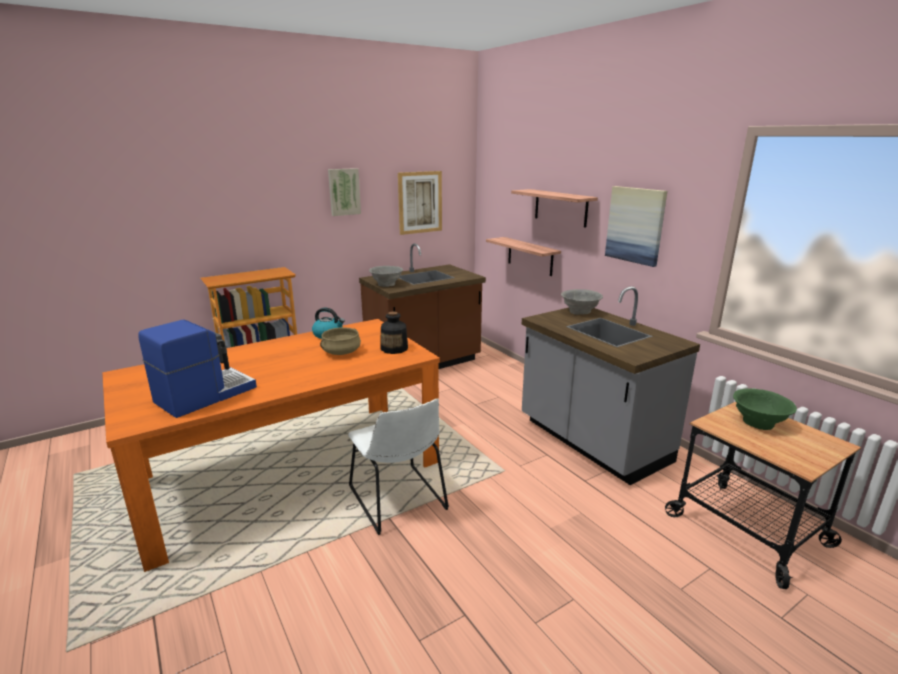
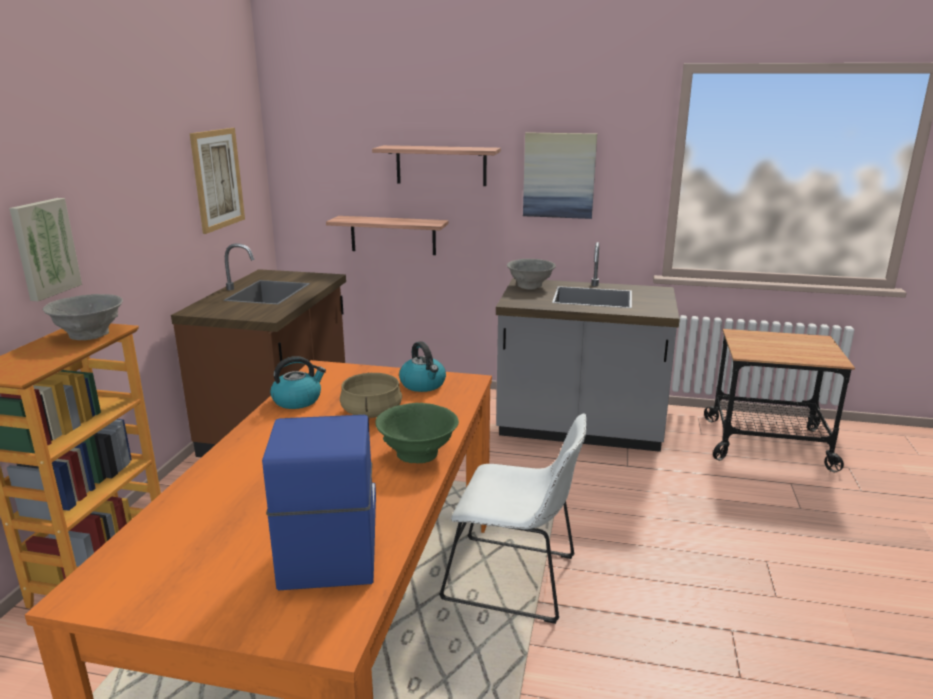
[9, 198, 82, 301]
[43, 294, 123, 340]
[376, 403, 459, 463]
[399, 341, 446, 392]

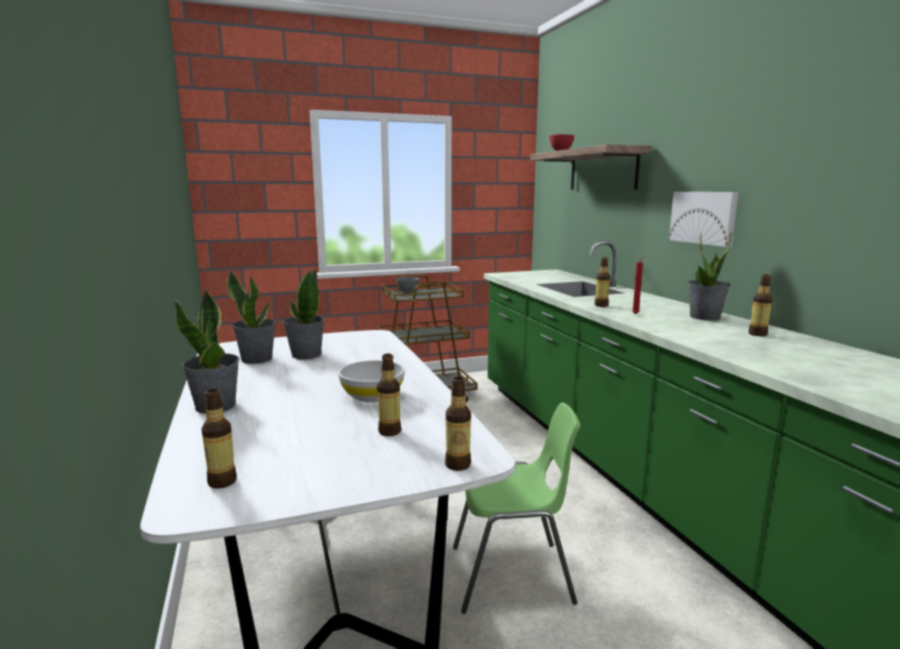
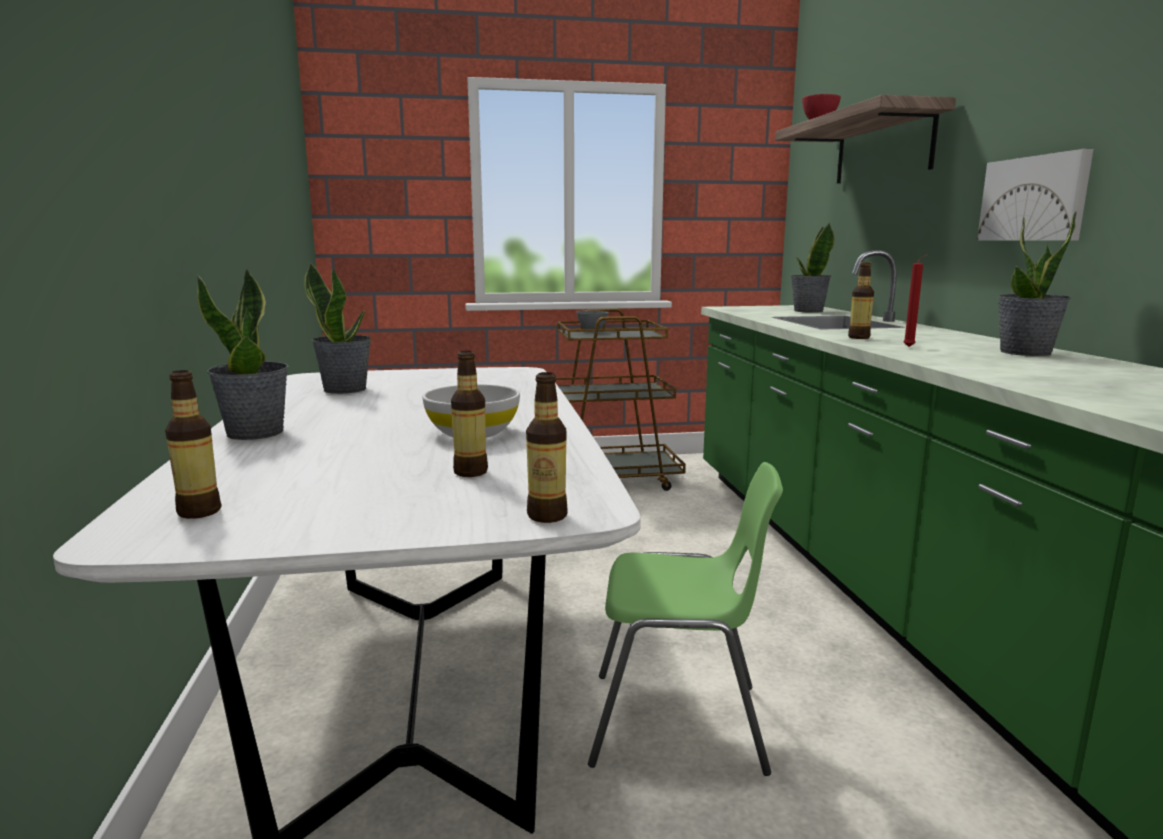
[749, 274, 772, 336] (first image)
[790, 222, 834, 313]

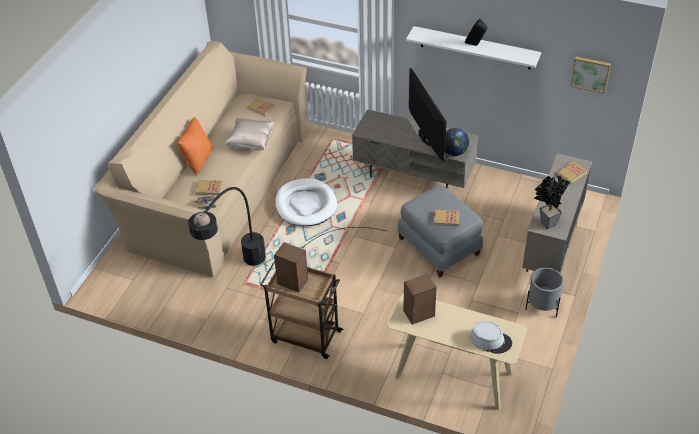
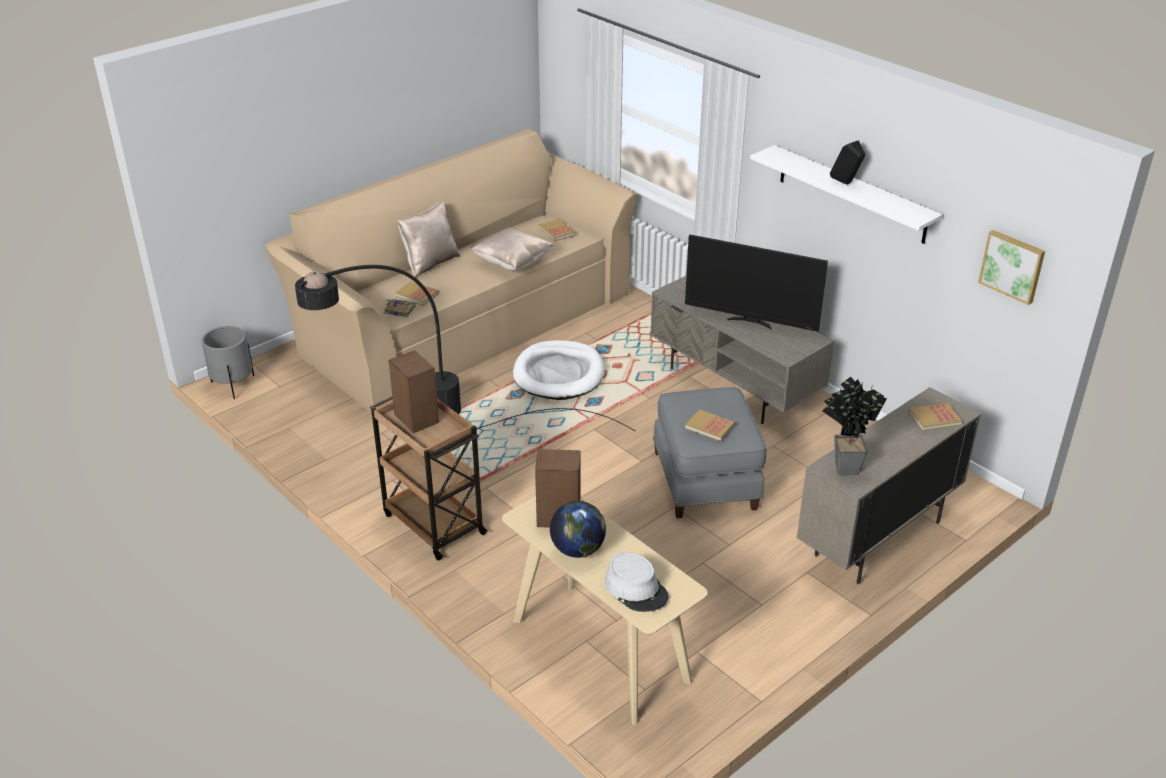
[550, 501, 606, 558]
[202, 326, 254, 399]
[397, 201, 460, 277]
[685, 235, 828, 332]

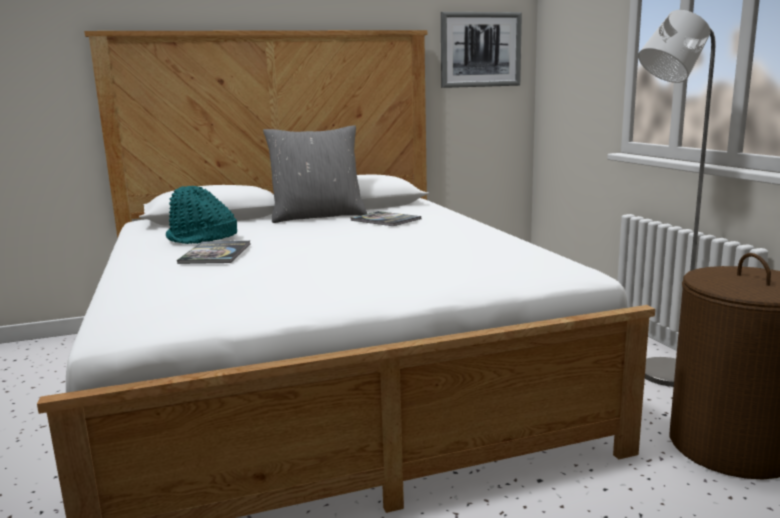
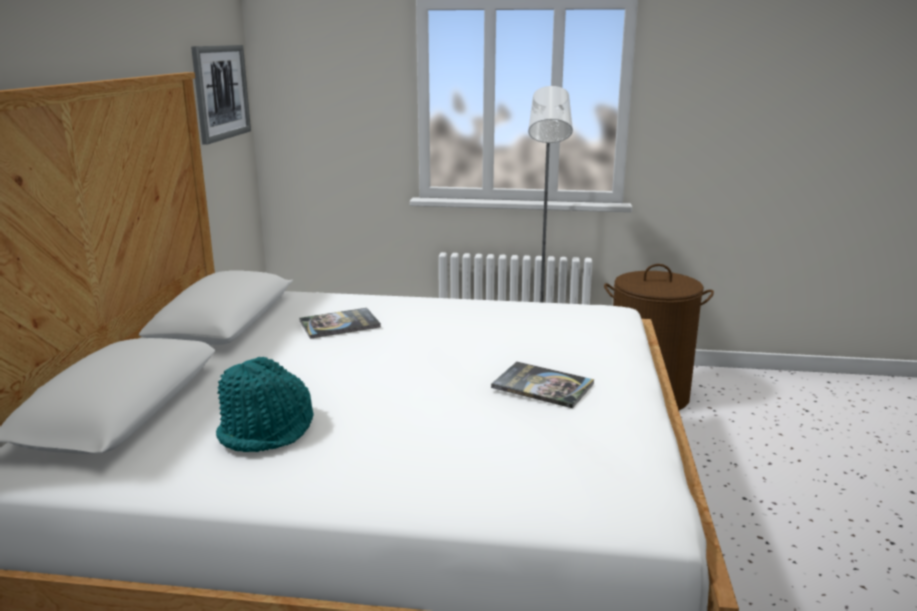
[263, 125, 367, 223] (first image)
[491, 362, 594, 408]

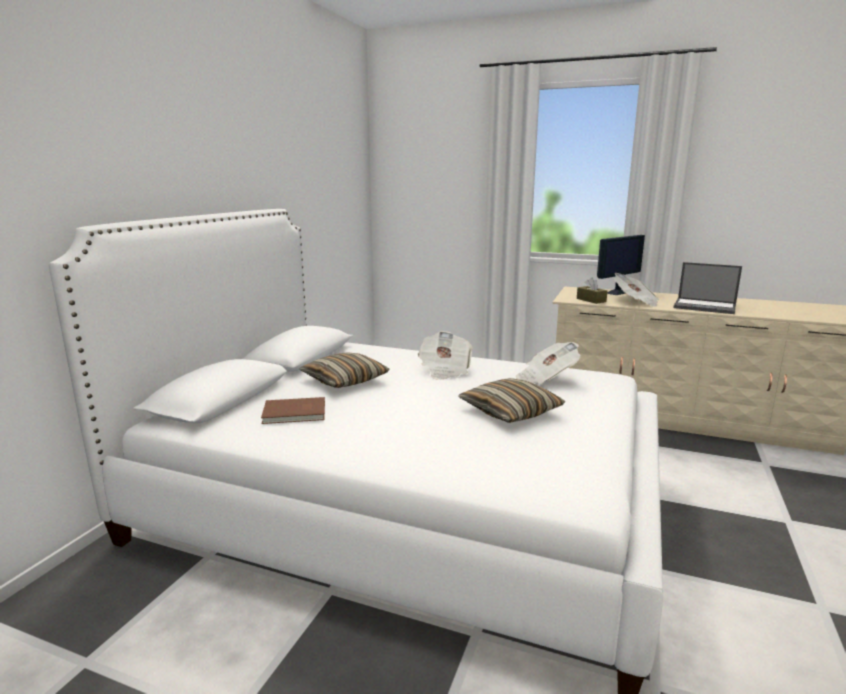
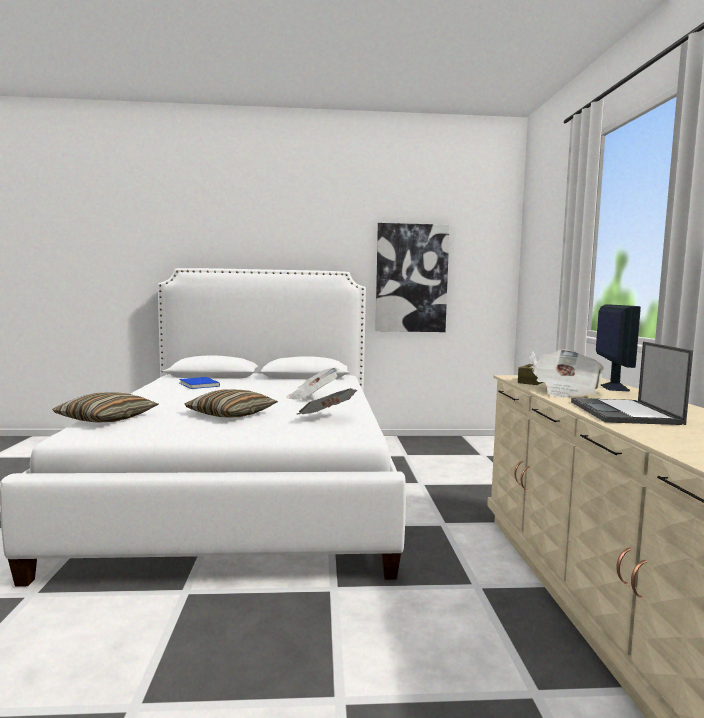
[375, 223, 450, 332]
[52, 393, 159, 423]
[179, 377, 220, 389]
[596, 304, 641, 391]

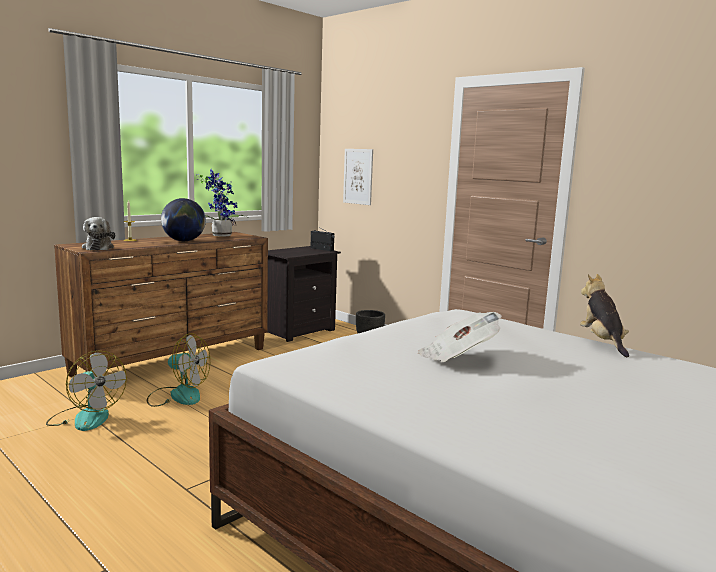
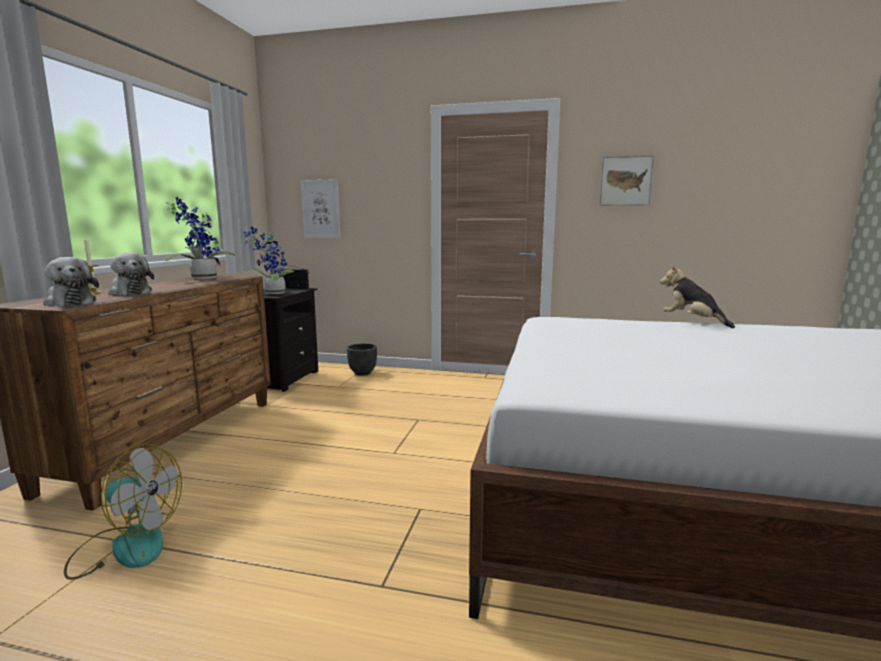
[147, 333, 210, 407] (first image)
[161, 198, 206, 241] (first image)
[418, 312, 502, 362] (first image)
[109, 253, 154, 296]
[243, 226, 294, 294]
[599, 155, 654, 206]

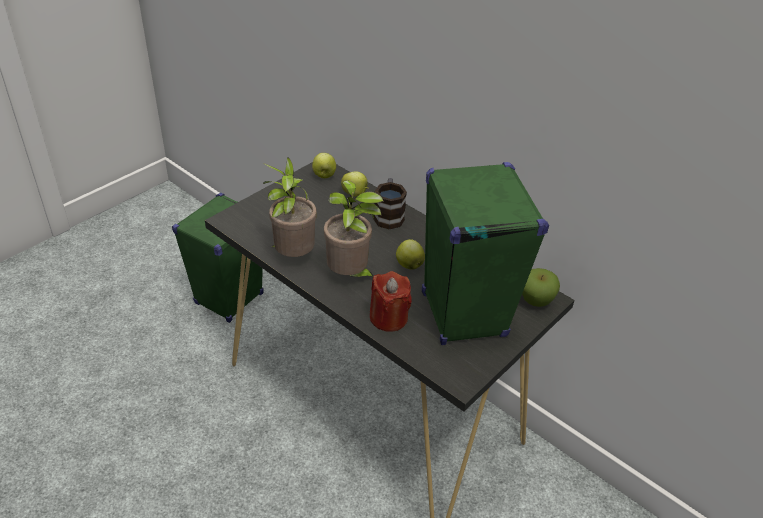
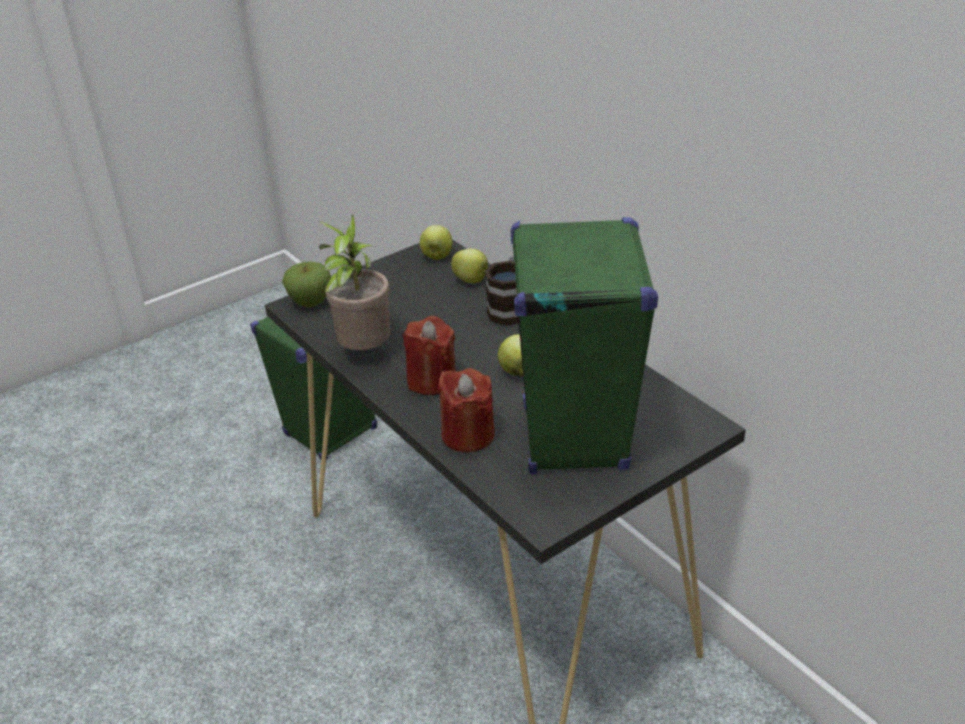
[282, 262, 331, 307]
[403, 316, 456, 395]

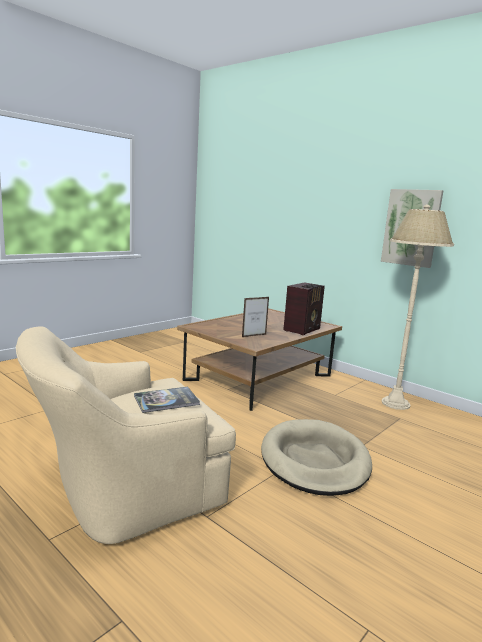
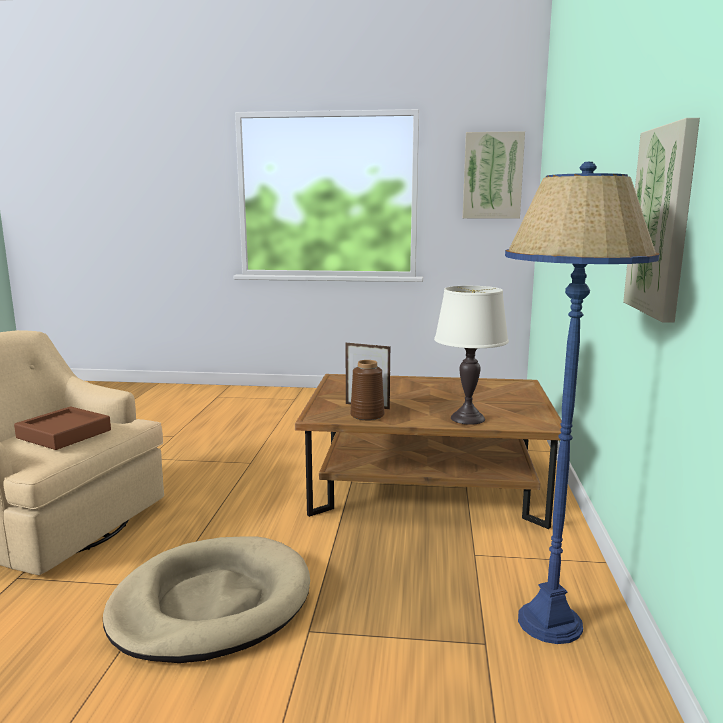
[350, 360, 384, 421]
[463, 131, 525, 219]
[14, 406, 111, 450]
[434, 286, 509, 425]
[505, 161, 660, 644]

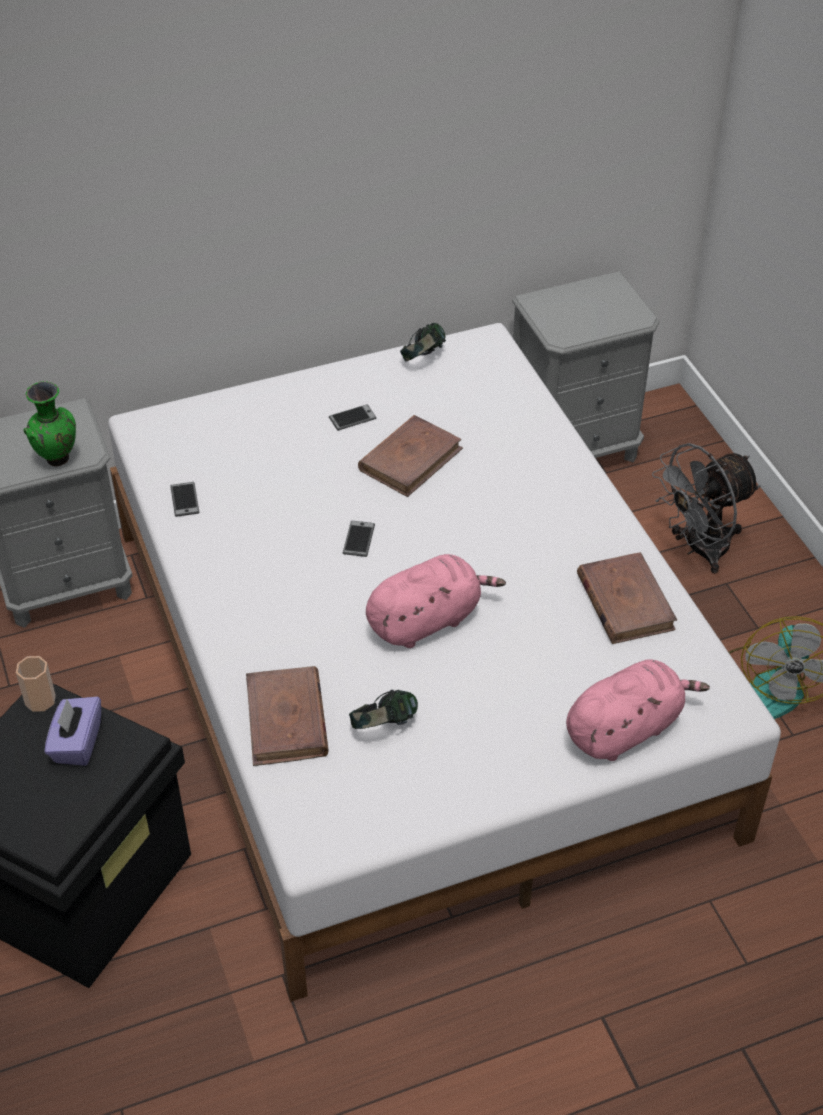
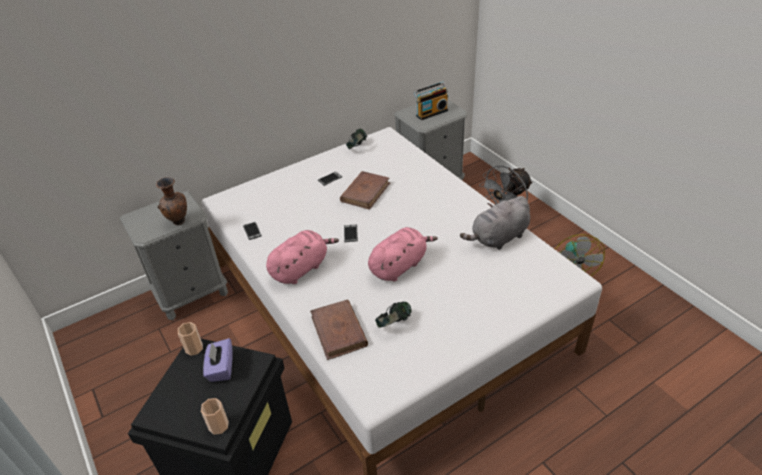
[201, 398, 229, 435]
[413, 82, 448, 120]
[266, 230, 339, 284]
[460, 196, 530, 250]
[156, 177, 187, 225]

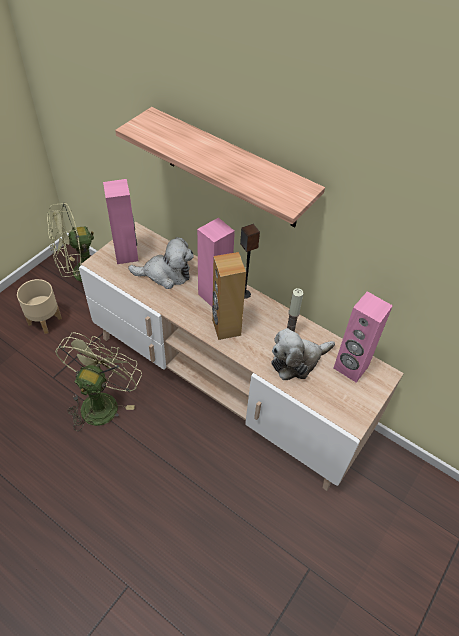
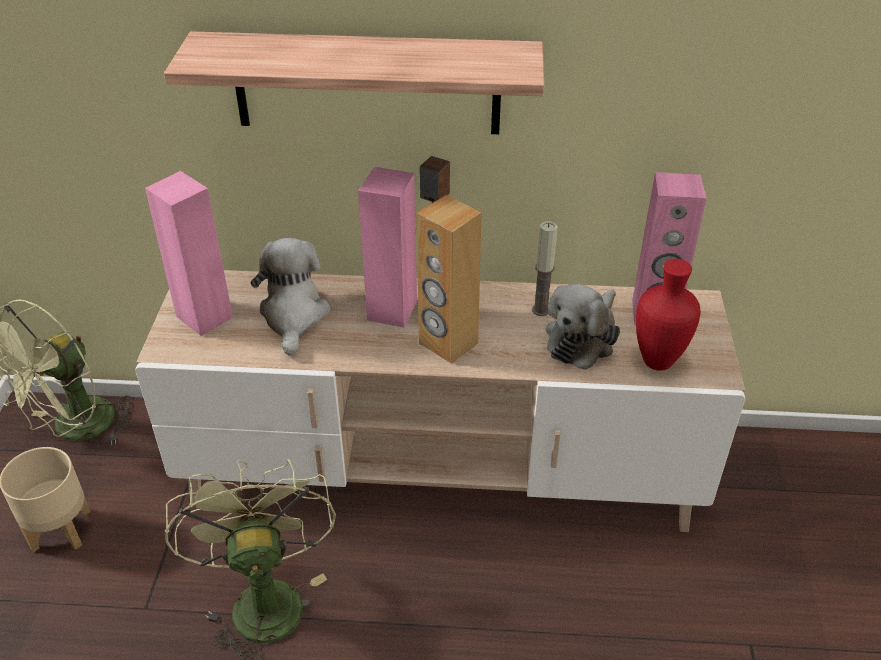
[636, 259, 701, 371]
[251, 238, 330, 356]

